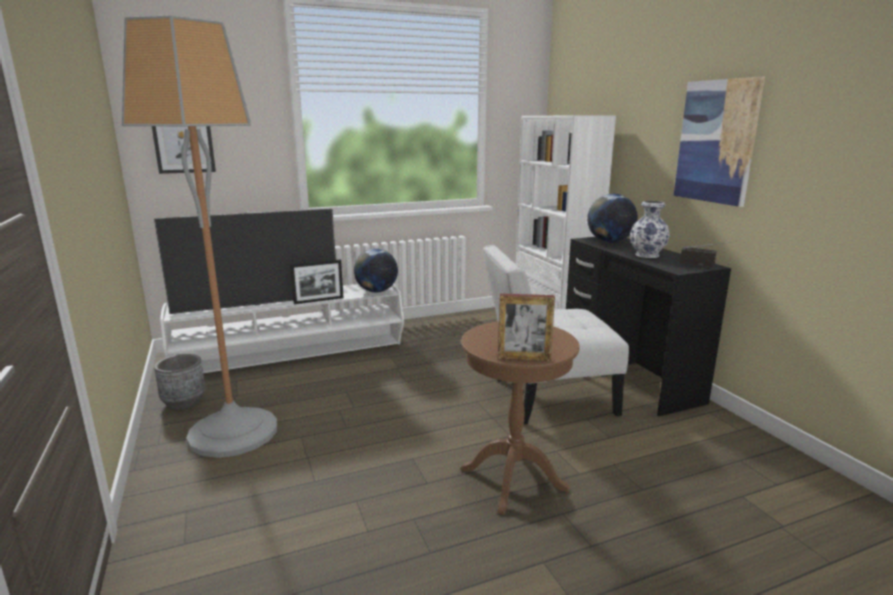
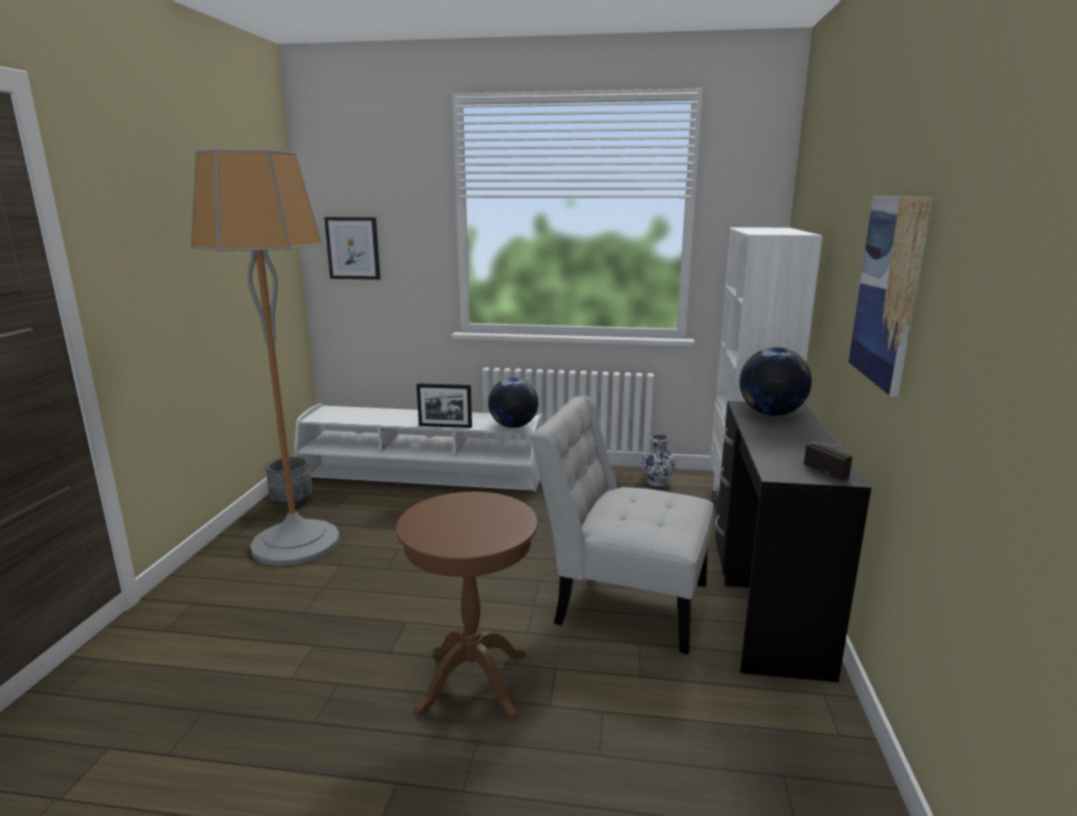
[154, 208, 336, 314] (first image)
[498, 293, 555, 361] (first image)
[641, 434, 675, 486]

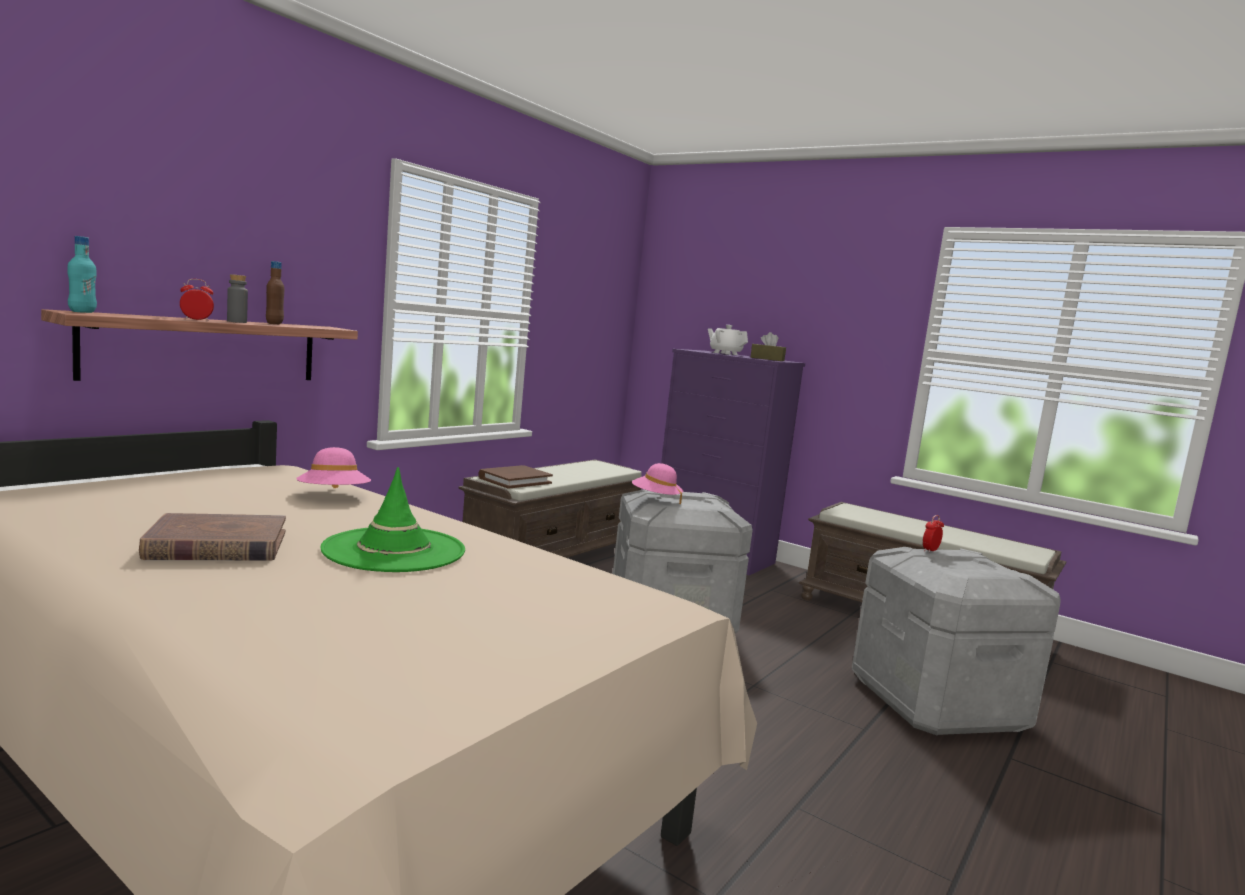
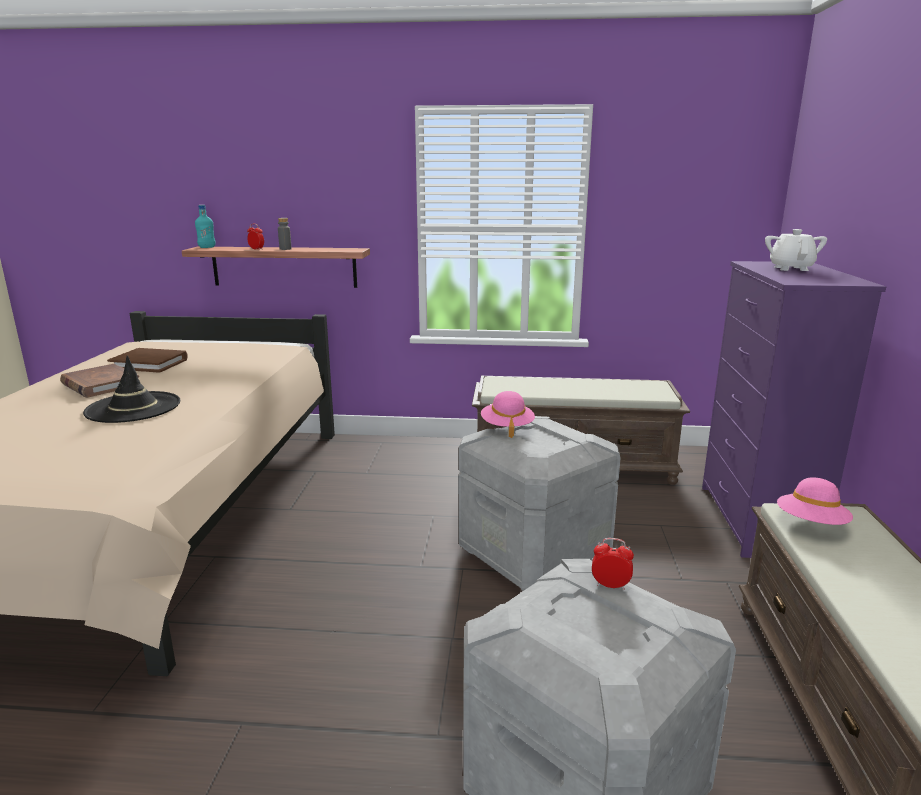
[266, 261, 284, 324] (first image)
[751, 332, 786, 361] (first image)
[777, 477, 853, 525]
[107, 348, 188, 373]
[83, 356, 180, 423]

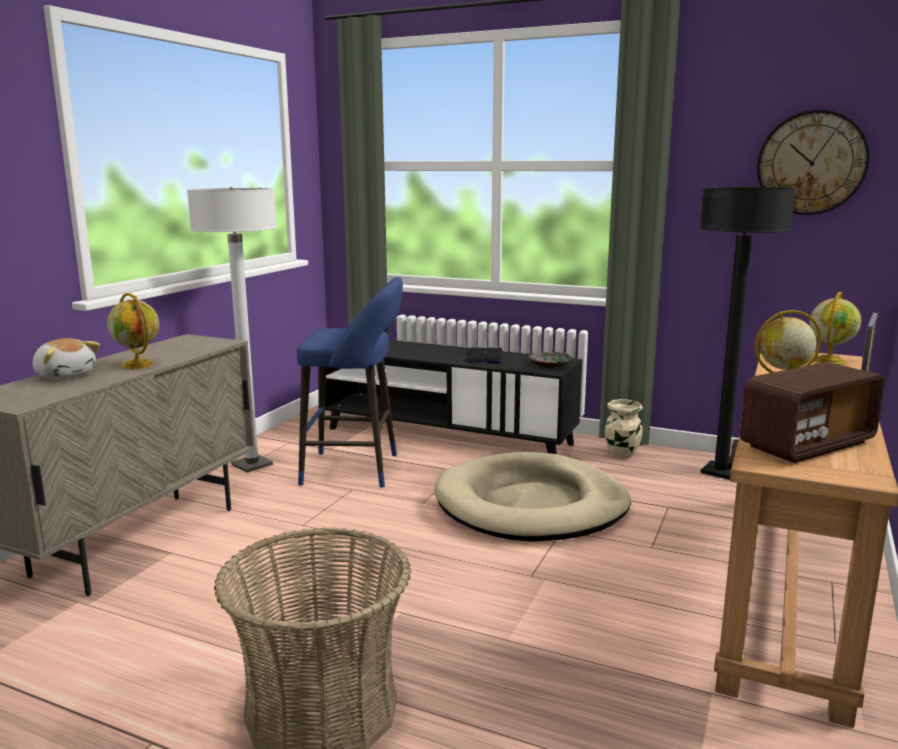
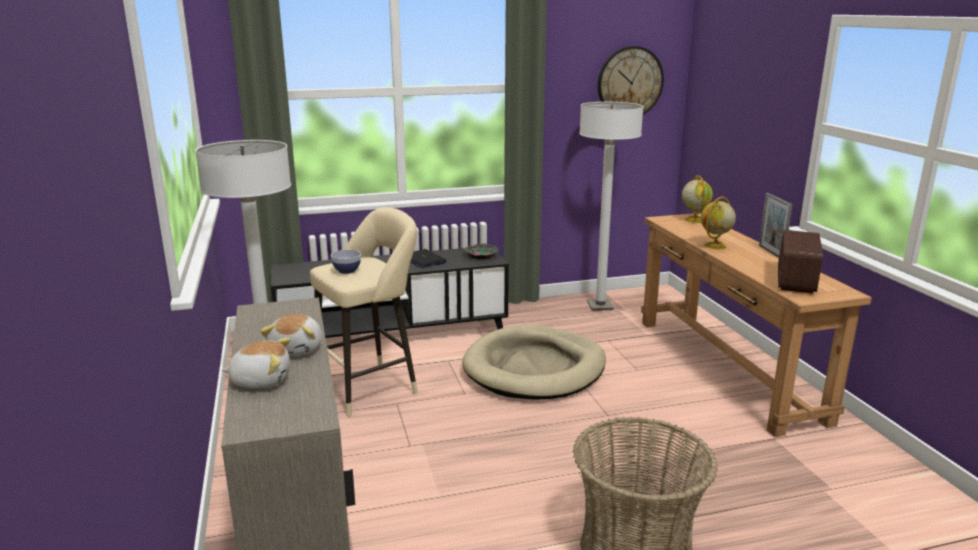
[604, 399, 643, 459] (first image)
[331, 250, 361, 274]
[260, 314, 322, 356]
[310, 207, 418, 417]
[579, 102, 644, 311]

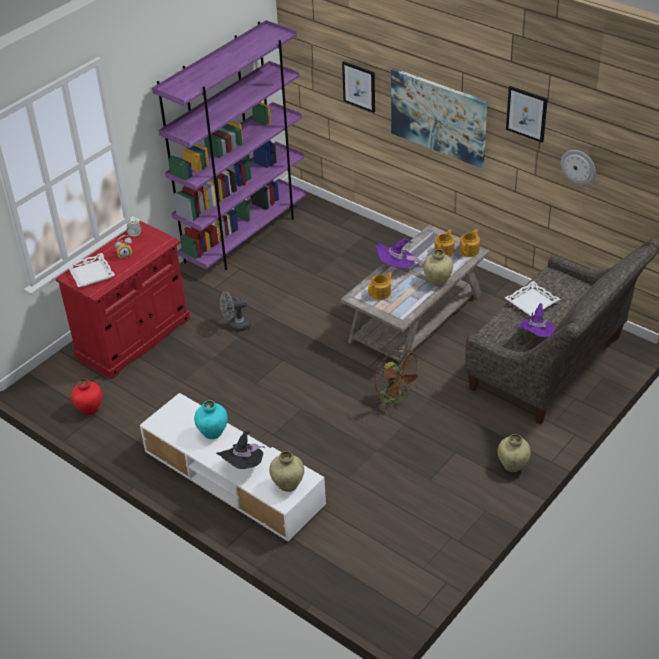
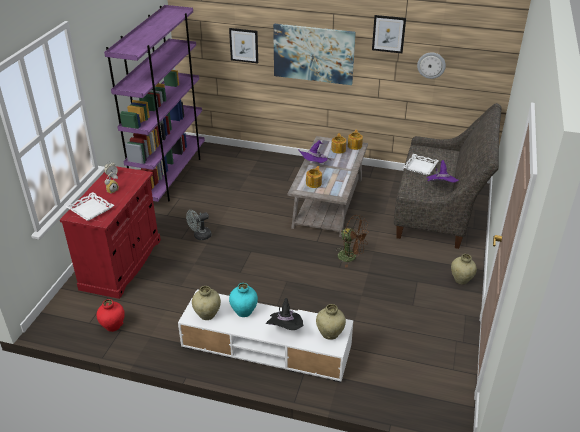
[192, 286, 221, 320]

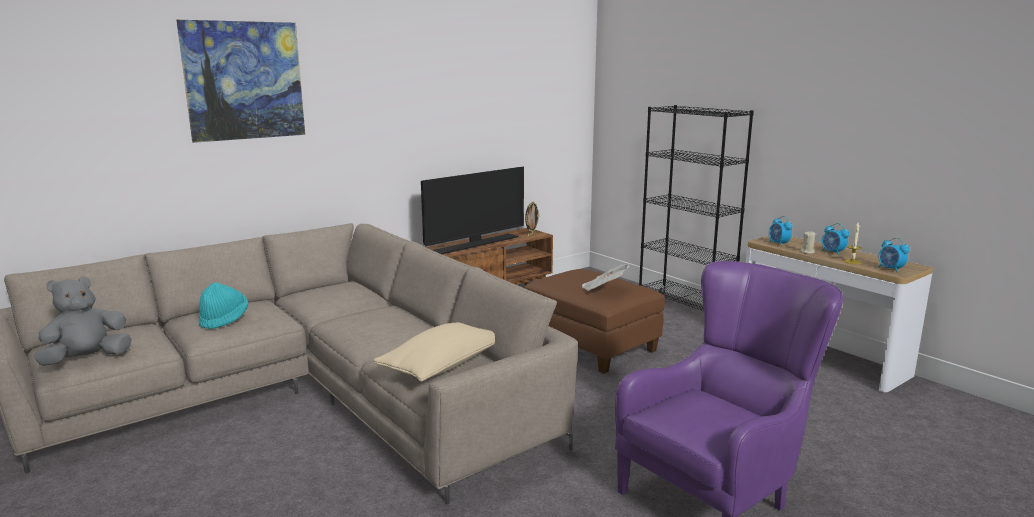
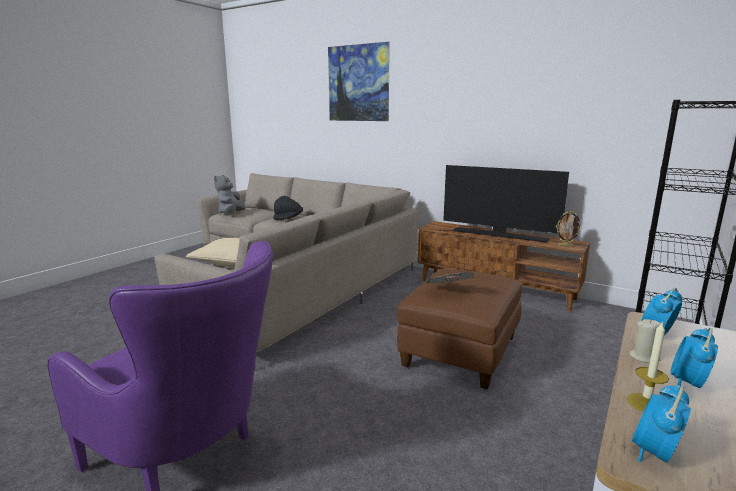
[273, 196, 303, 220]
[214, 175, 246, 214]

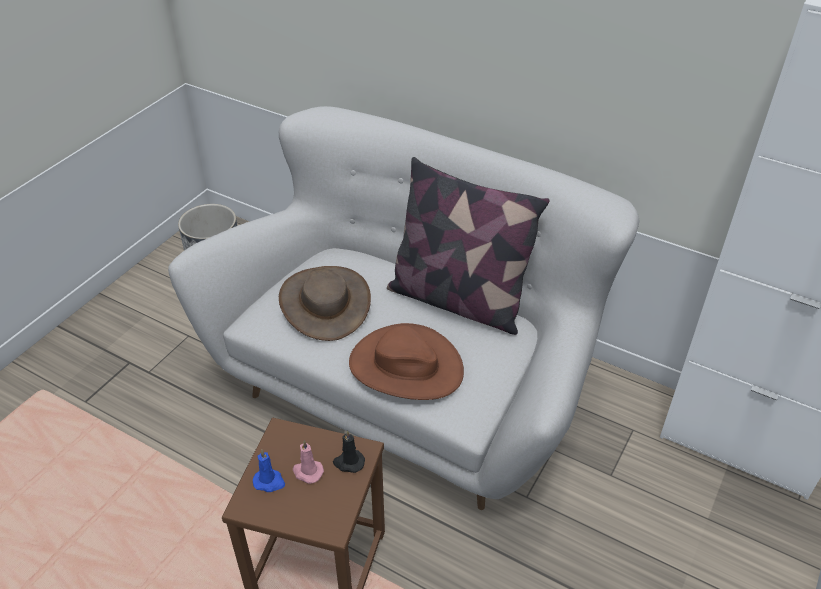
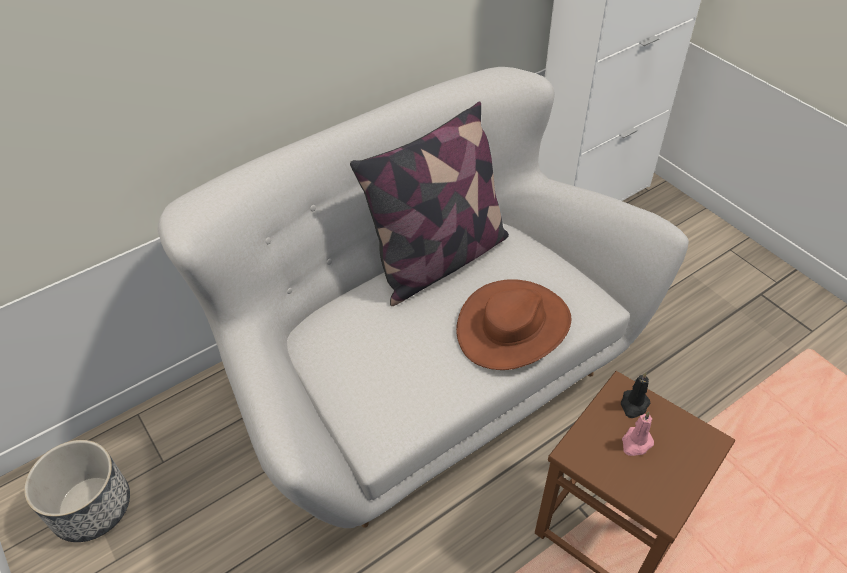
[253, 450, 285, 492] (first image)
[279, 266, 371, 341] (first image)

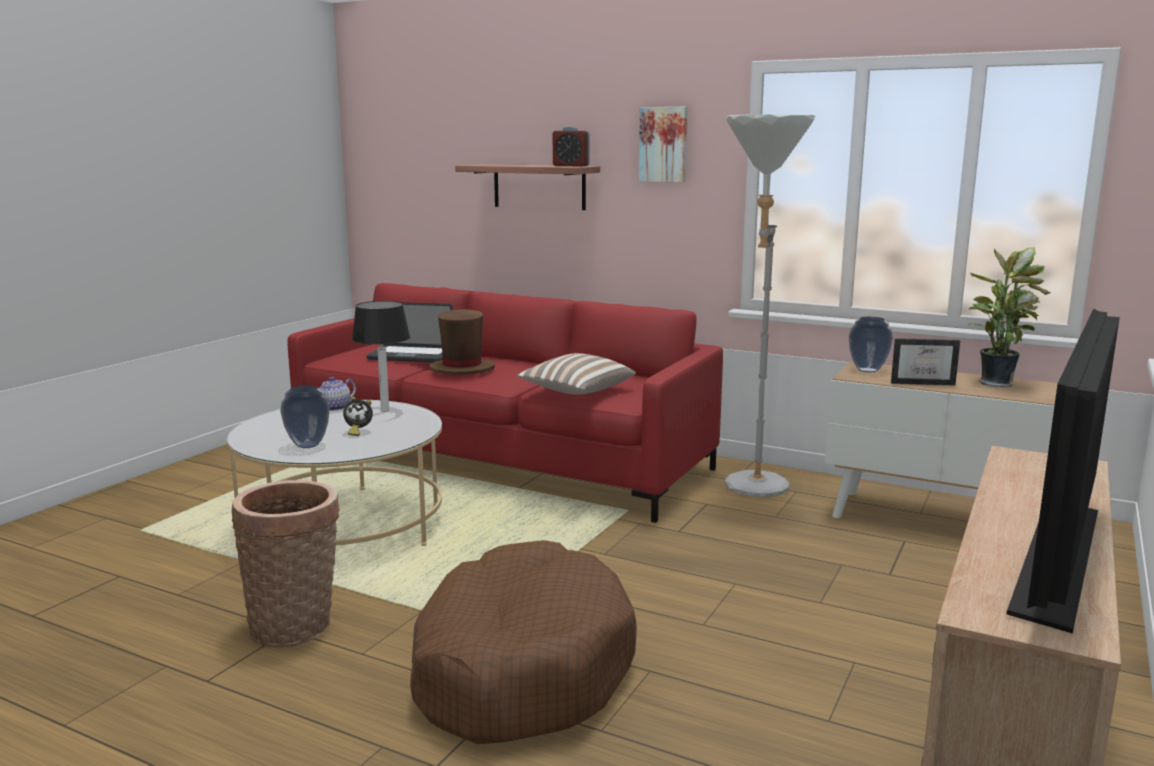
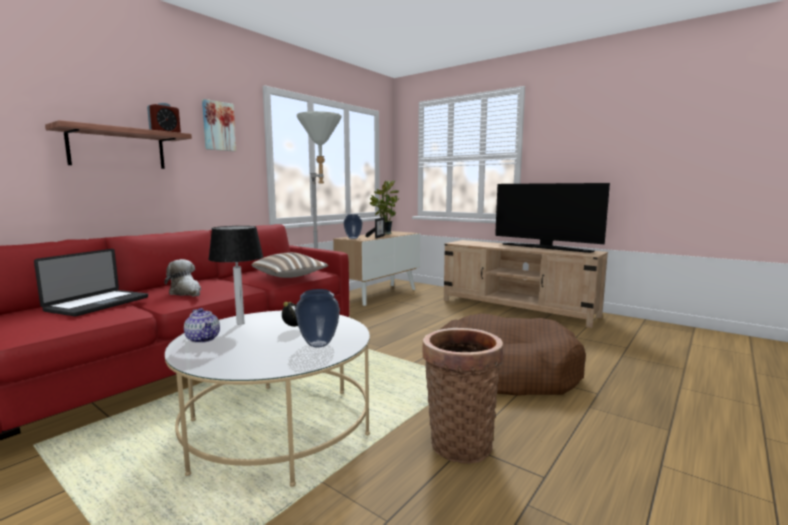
[164, 259, 201, 296]

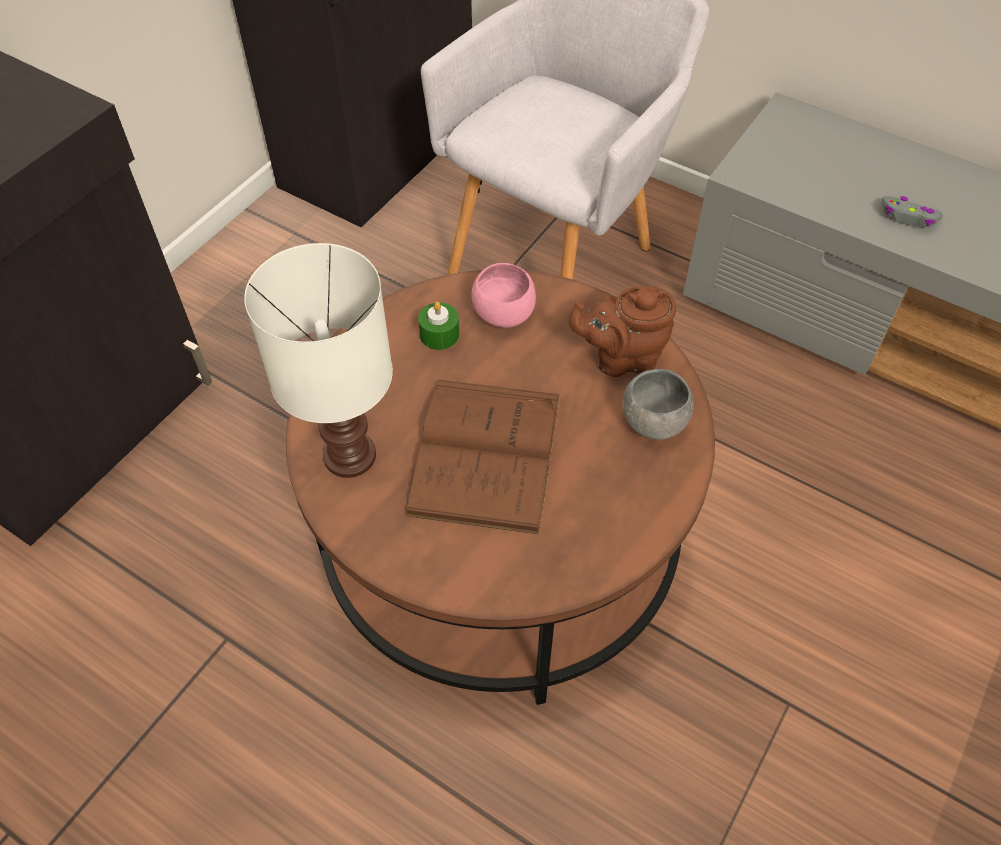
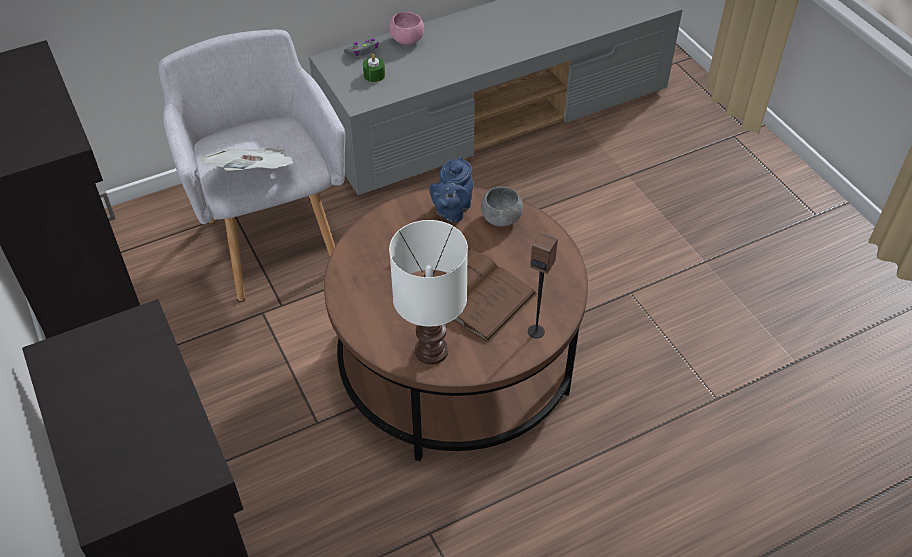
[201, 147, 294, 171]
[528, 232, 558, 338]
[363, 54, 385, 82]
[389, 12, 424, 45]
[344, 38, 379, 56]
[429, 157, 473, 223]

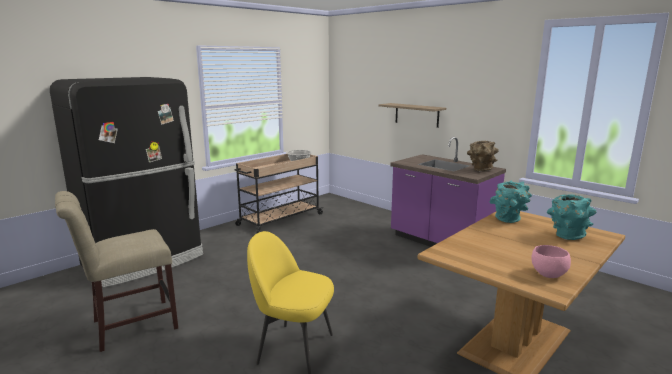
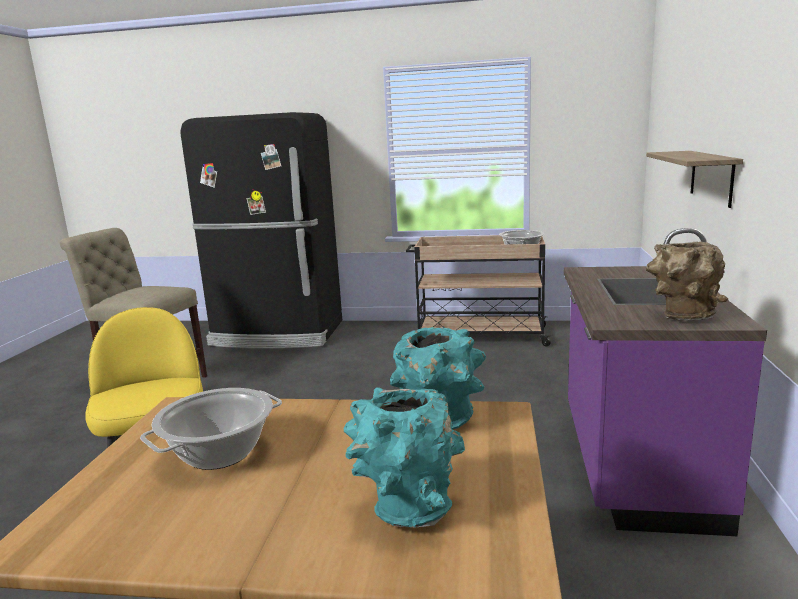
[531, 245, 571, 278] (first image)
[140, 388, 282, 470]

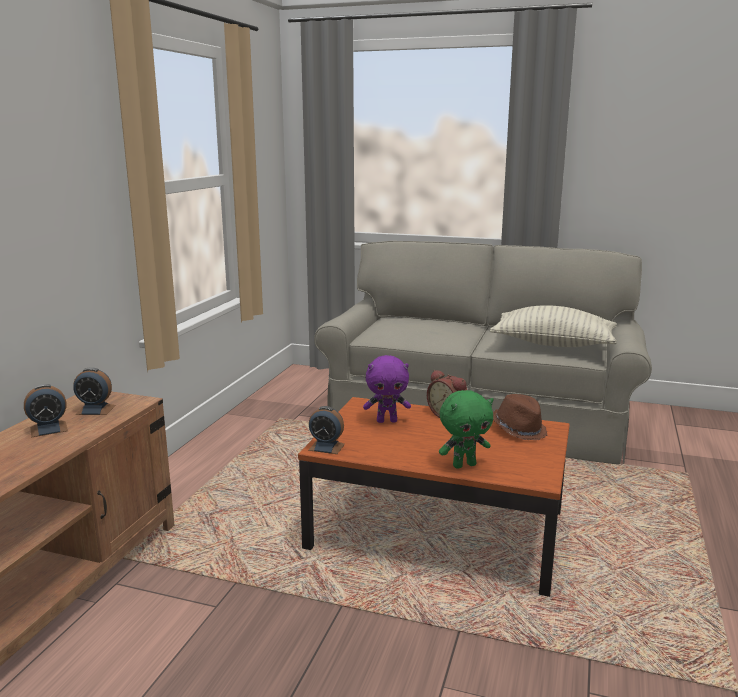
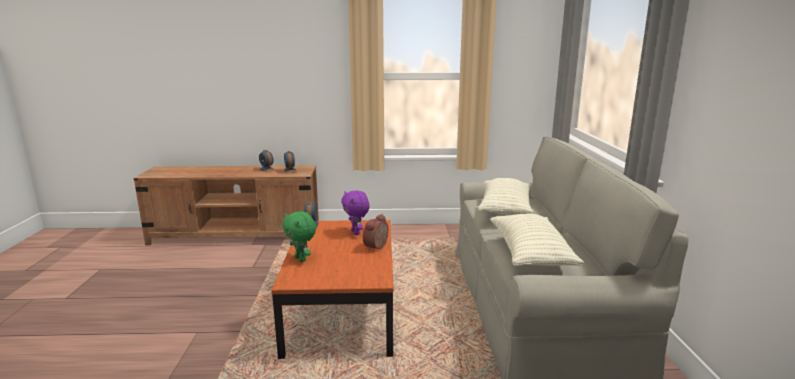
[493, 394, 548, 440] (first image)
[478, 178, 534, 215]

